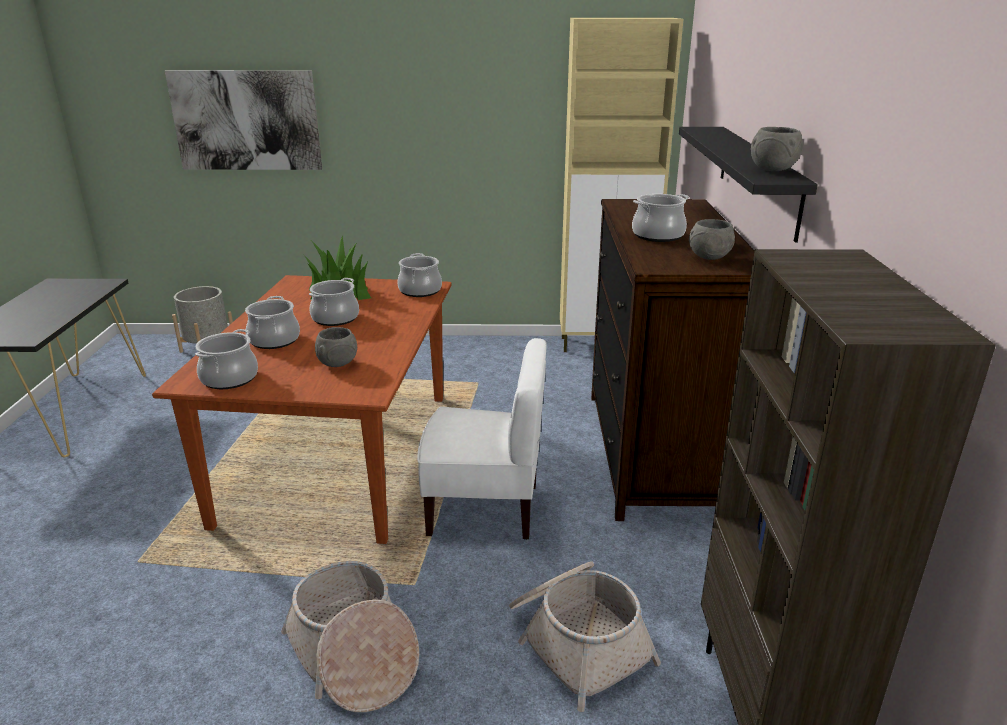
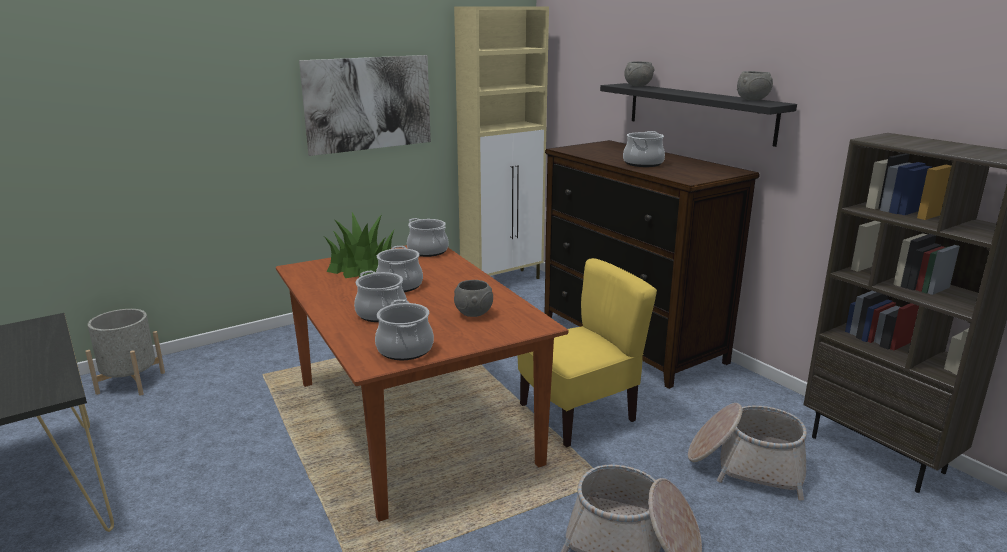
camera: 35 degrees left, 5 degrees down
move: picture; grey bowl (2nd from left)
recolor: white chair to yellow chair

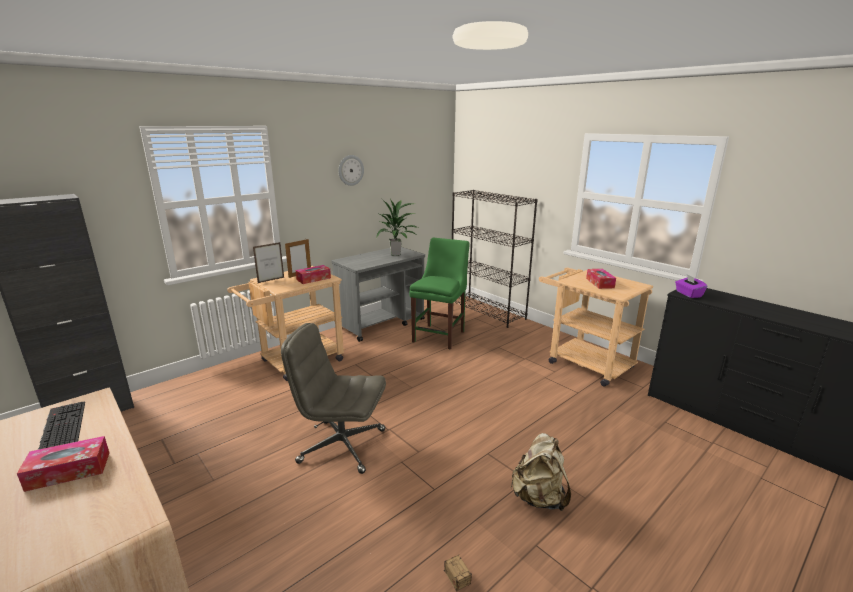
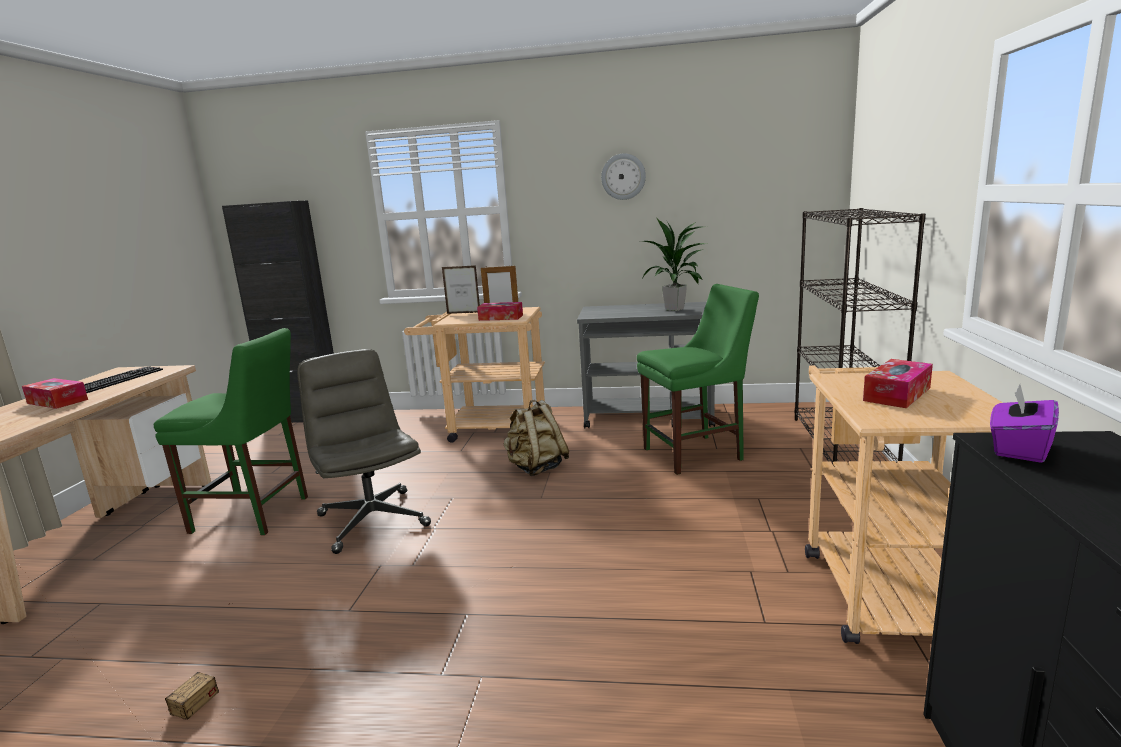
camera: 50 degrees right, 5 degrees down
insert: green chair (1st from left)
move: beige backpack

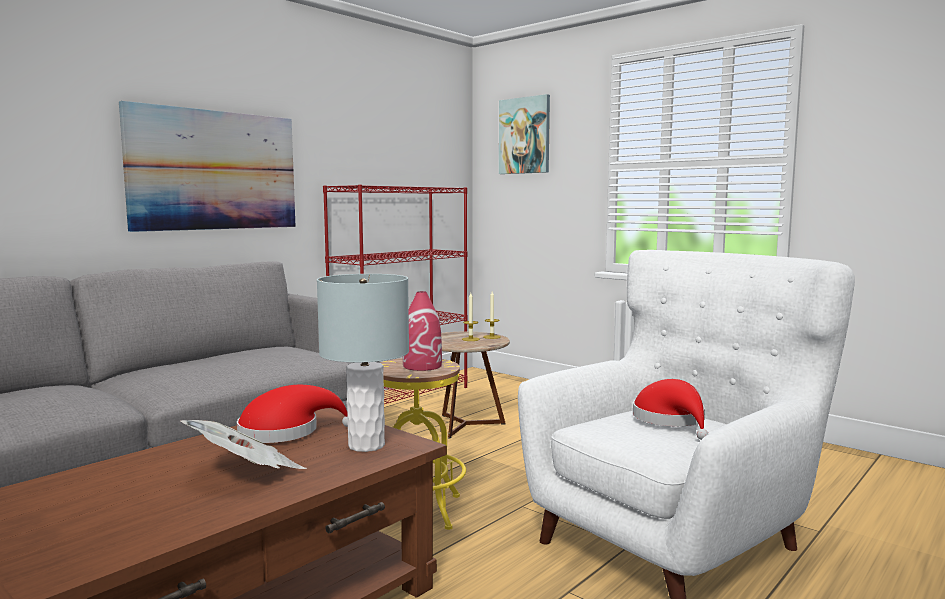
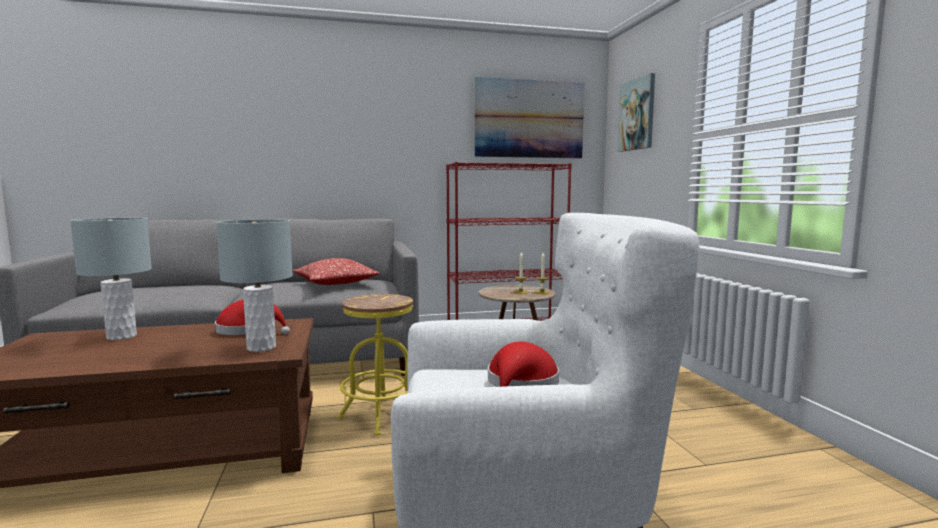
camera: 35 degrees right, 0 degrees up
delete: newspaper; red vase
insert: grey table lamp (1st from left); pillow
move: picture (1st from left)

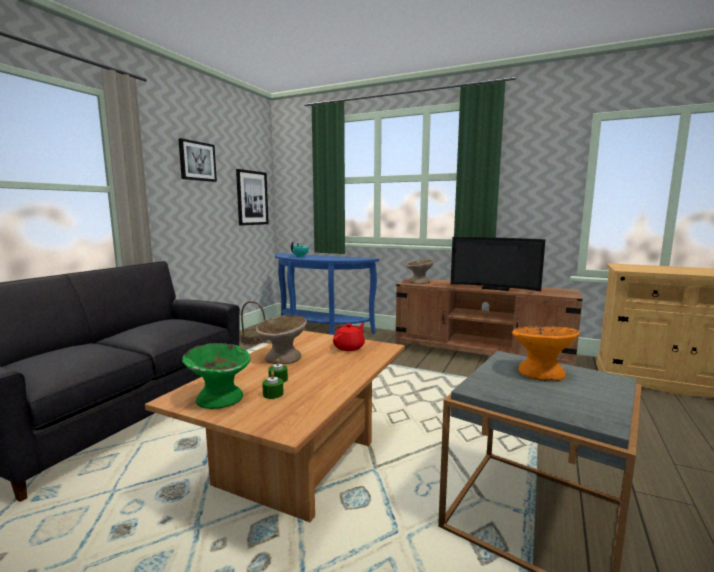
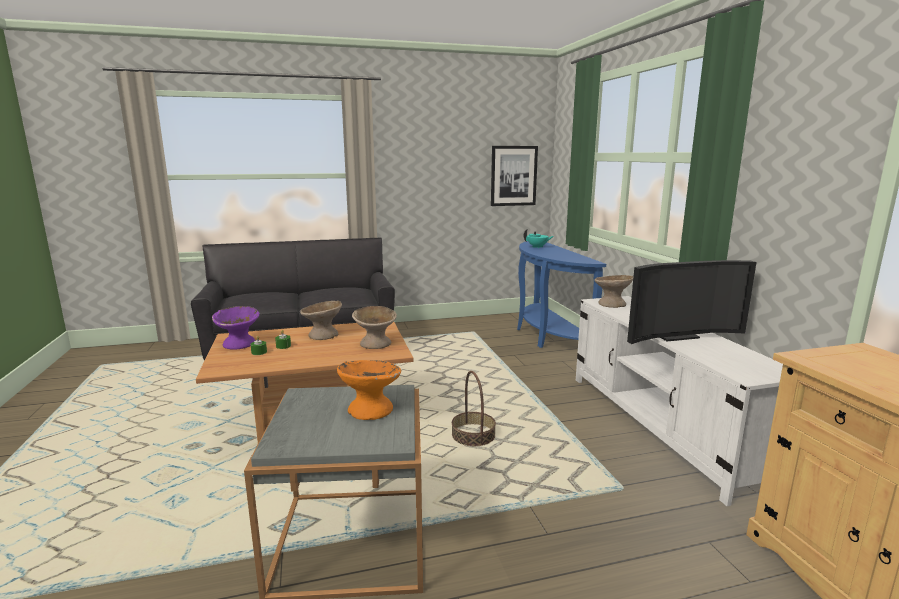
camera: 50 degrees right, 5 degrees up
delete: picture (1st from left)
move: basket
replace: red teapot to beige bowl (2nd from left)
recolor: green bowl to purple bowl; brown tv stand to white tv stand
rotate: television 90 degrees counterclockwise

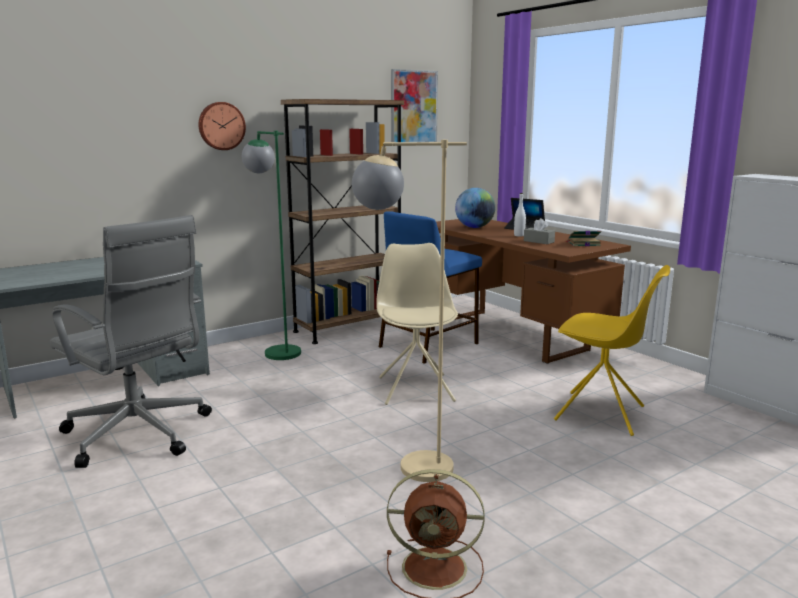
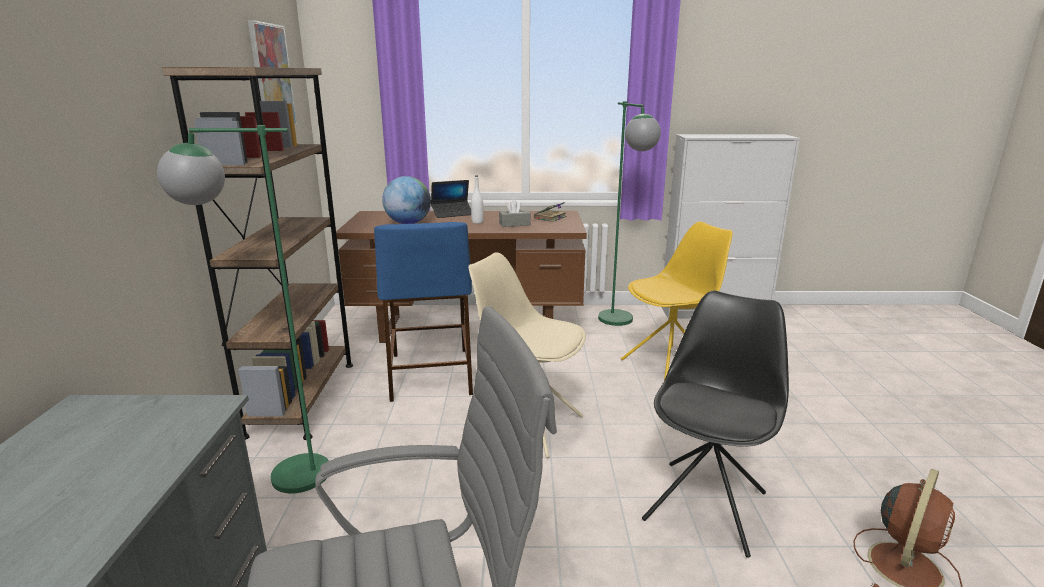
camera: 55 degrees left, 5 degrees up
delete: wall clock
insert: green floor lamp (2nd from left)
replace: beige floor lamp to black chair

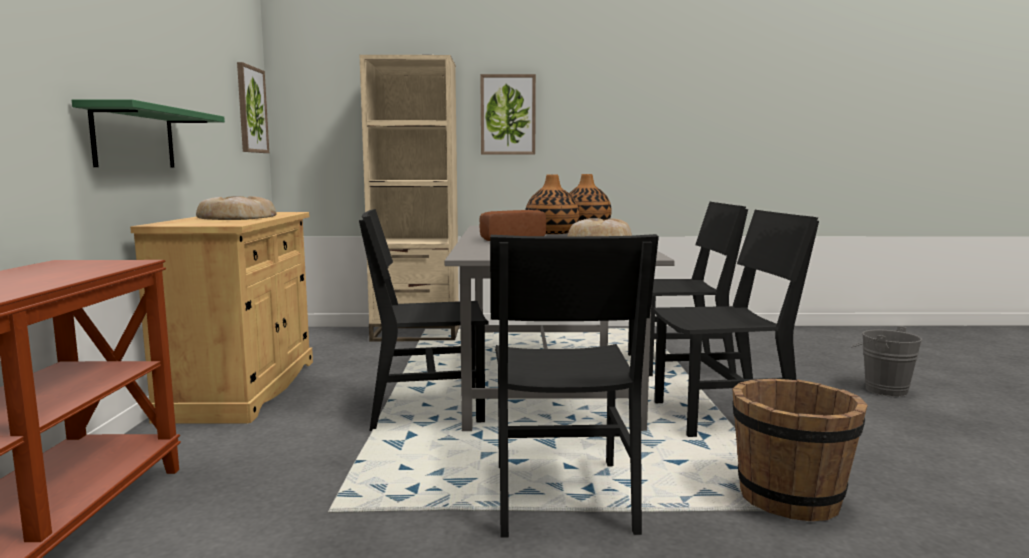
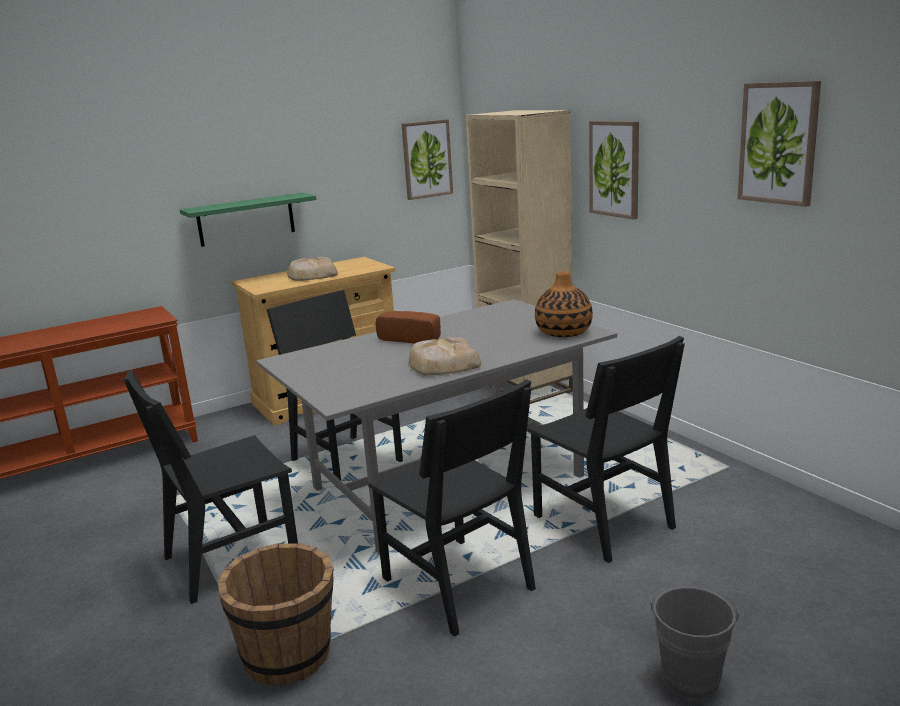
camera: 60 degrees right, 10 degrees up
delete: vase (1st from left)
insert: picture (3rd from left)

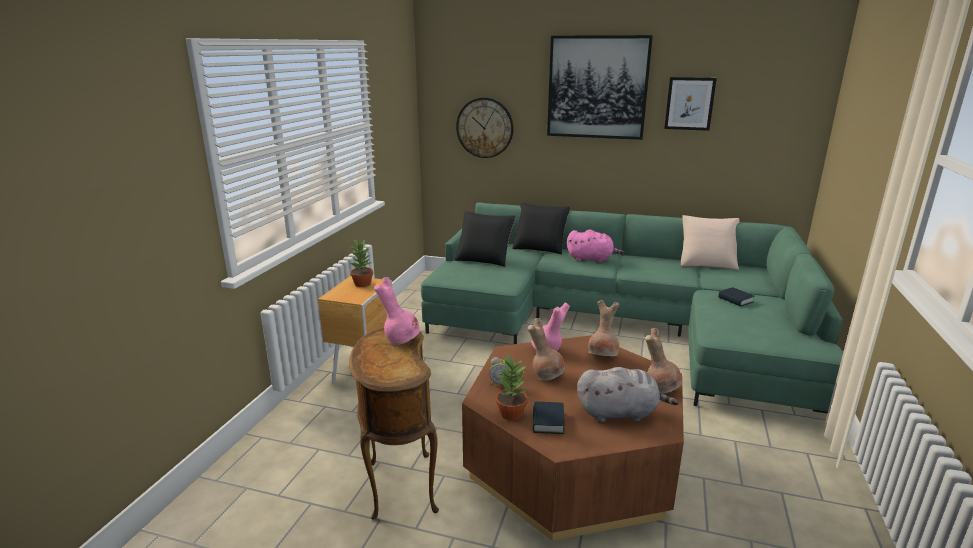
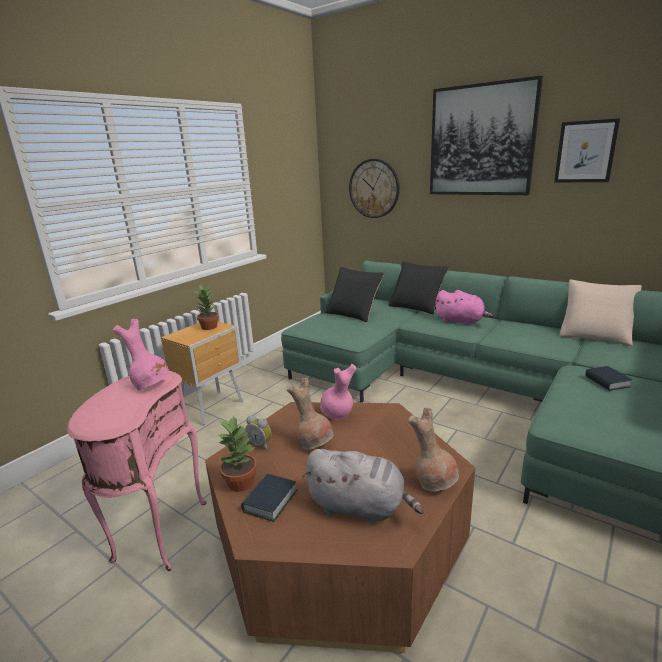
camera: 20 degrees right, 0 degrees up
delete: brown vase (2nd from left)
recolor: brown side table to pink side table

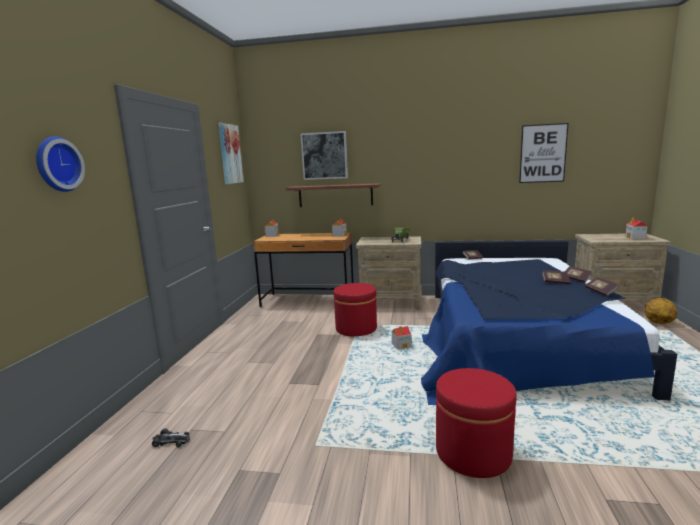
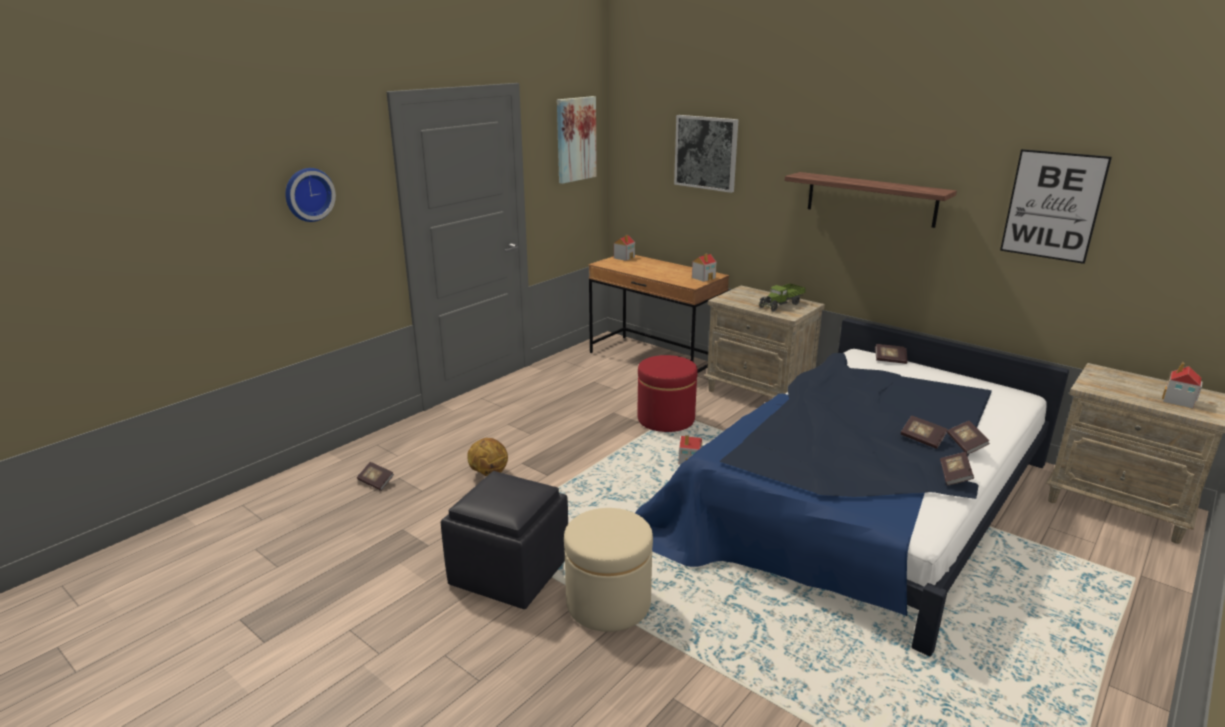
camera: 30 degrees right, 10 degrees up
insert: black ottoman
move: basketball; shelf
replace: toy car to book (1st from left)
recolor: red ottoman (2nd from left) to beige ottoman

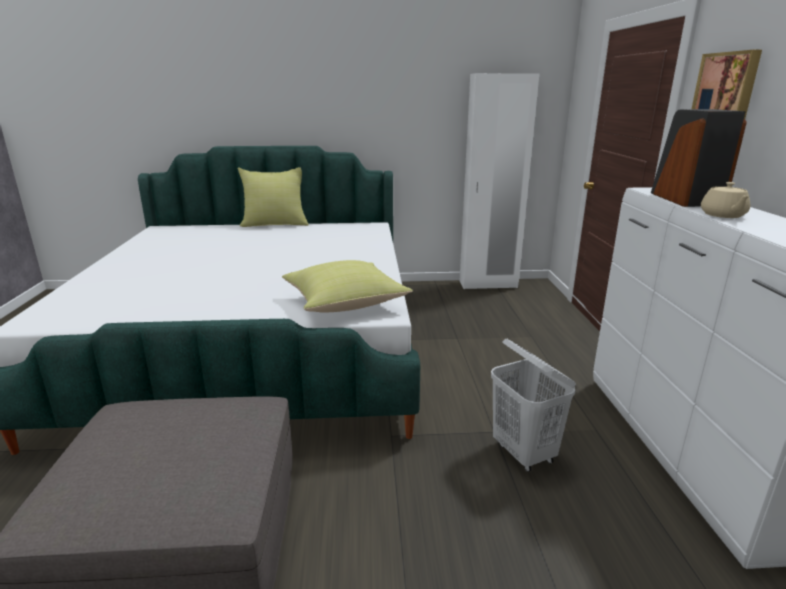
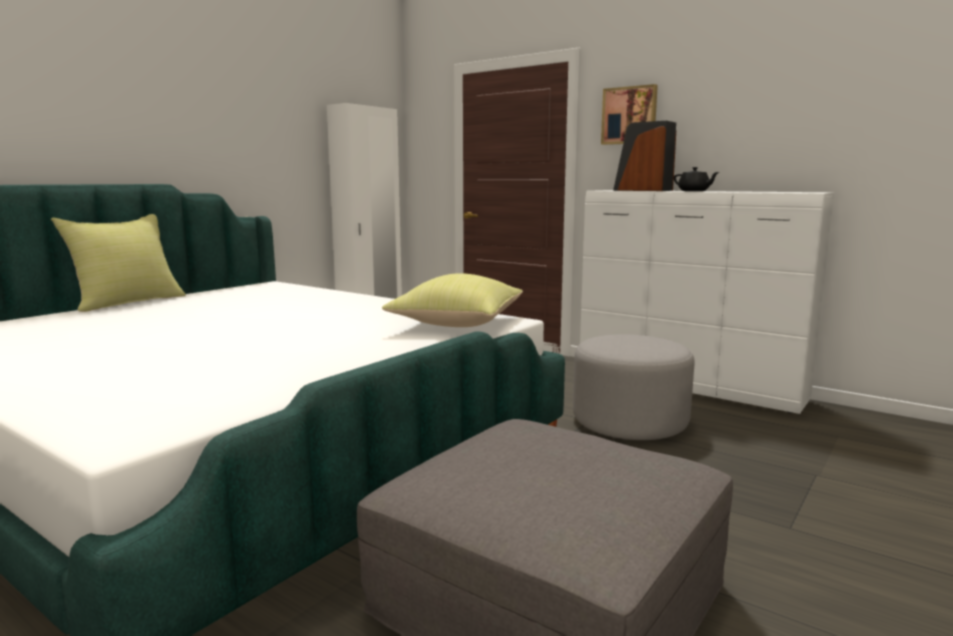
camera: 50 degrees left, 10 degrees down
replace: white laundry basket to grey ottoman (2nd from left)
recolor: beige teapot to black teapot

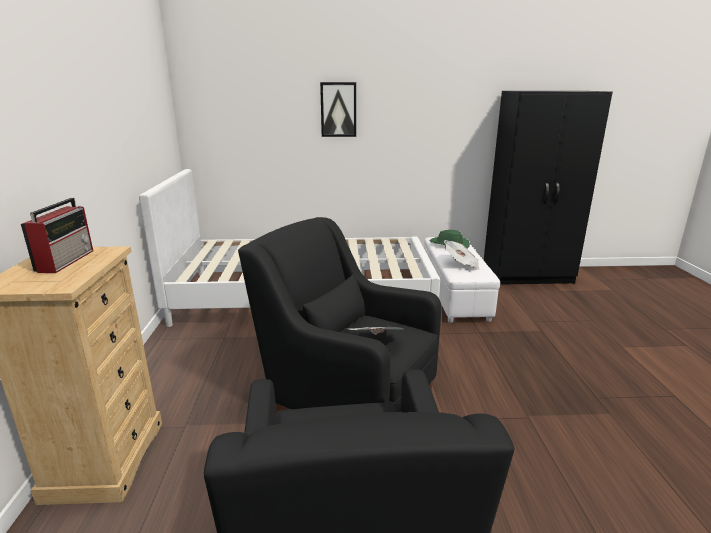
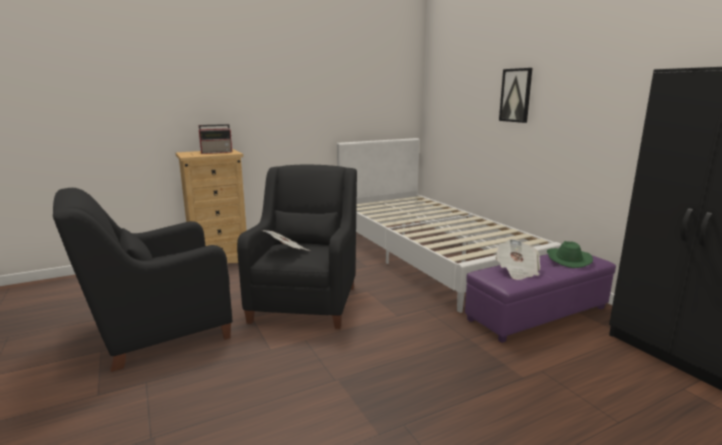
camera: 65 degrees right, 5 degrees down
recolor: white ottoman to purple ottoman

